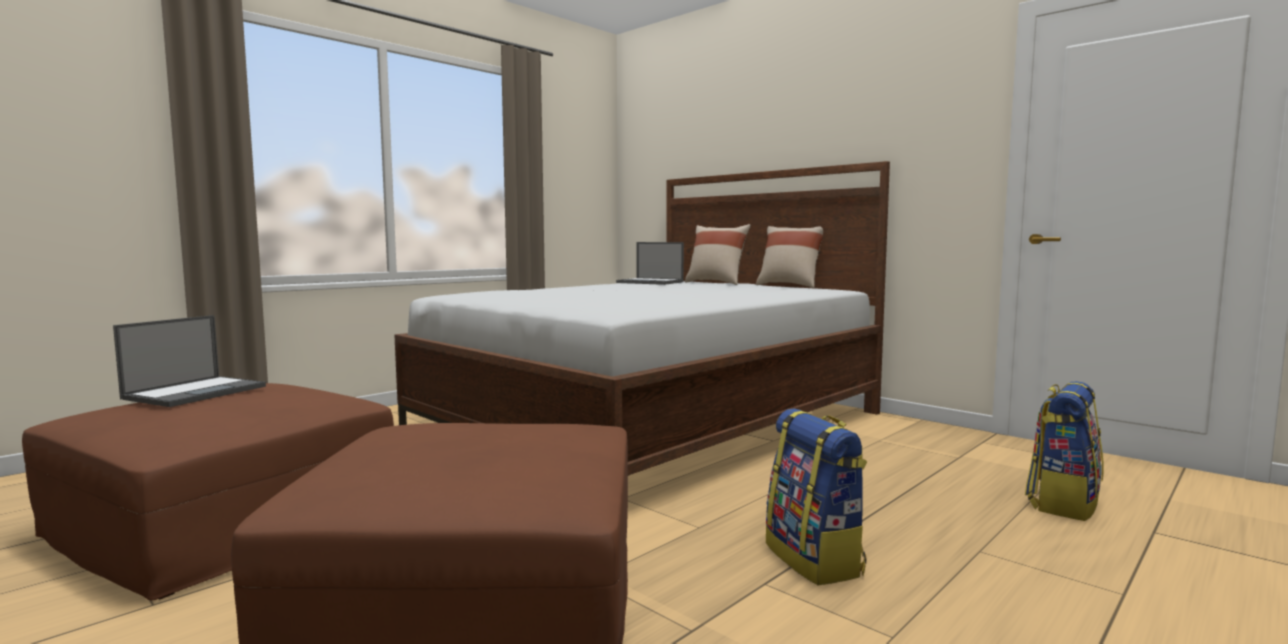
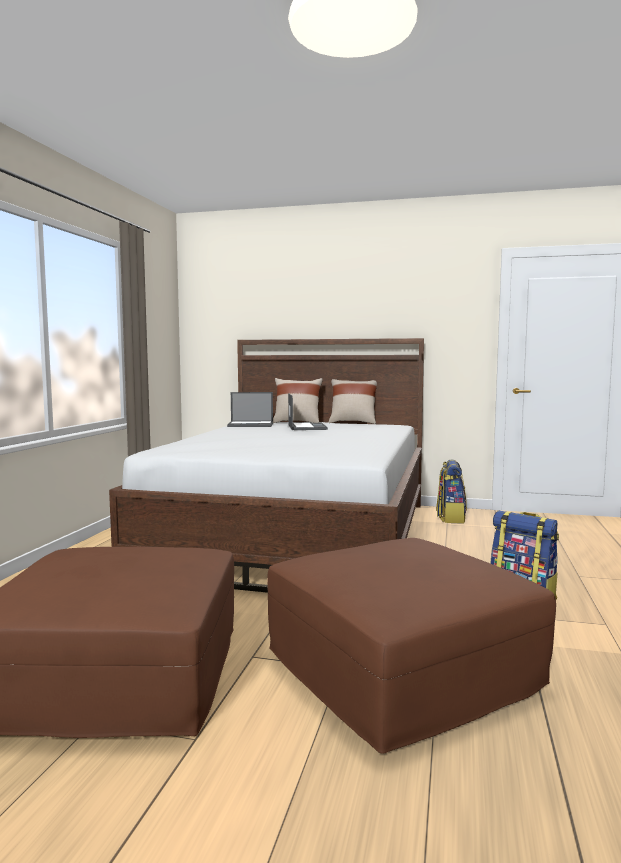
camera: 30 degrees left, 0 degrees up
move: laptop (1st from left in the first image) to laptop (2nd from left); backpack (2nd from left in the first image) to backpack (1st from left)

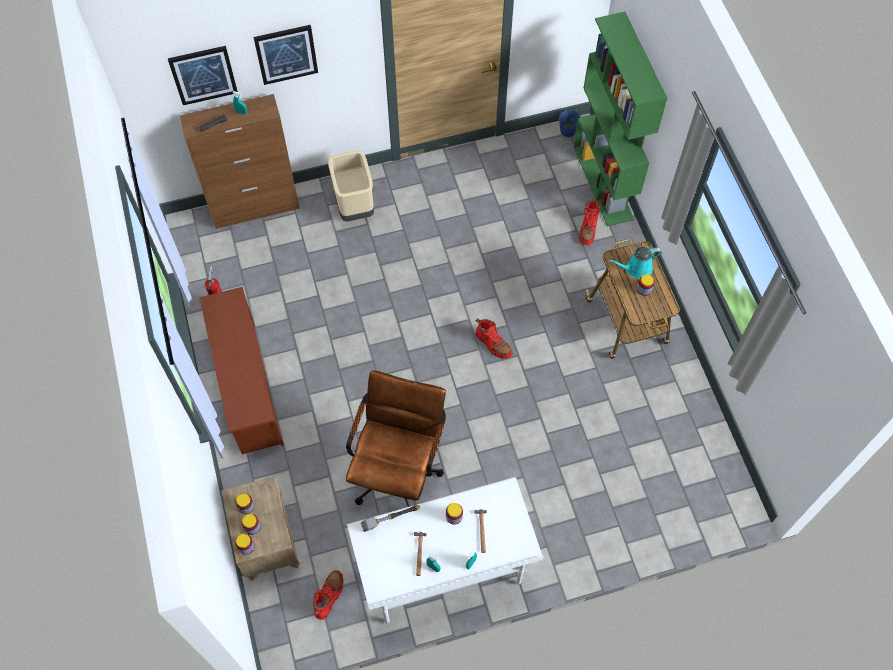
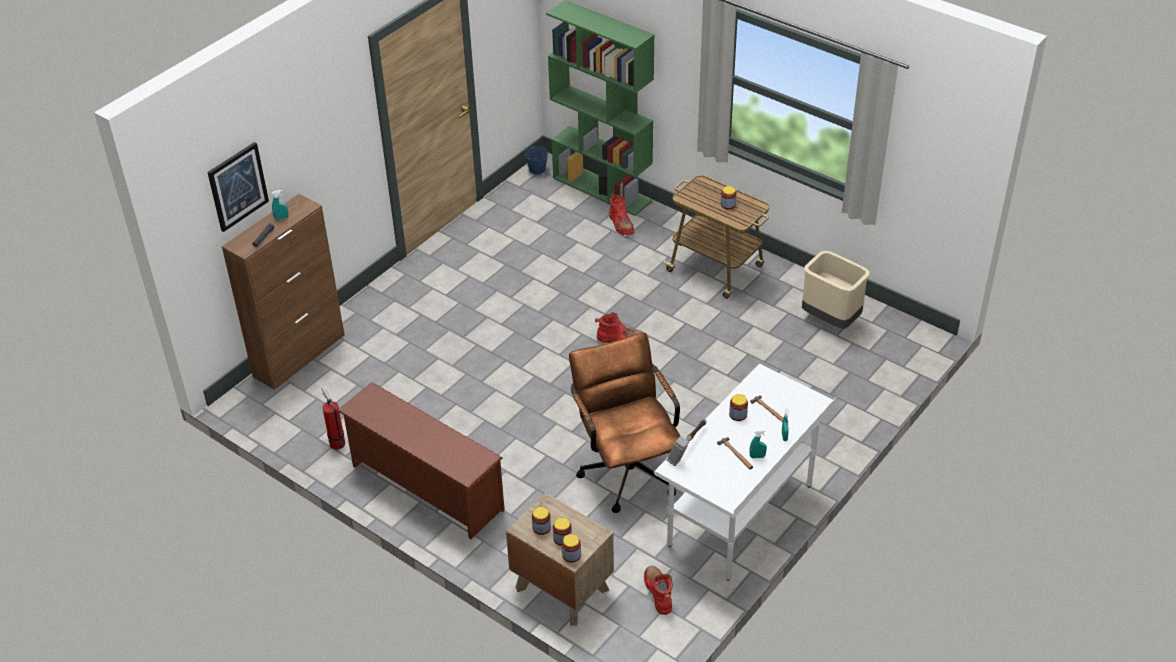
camera: 35 degrees left, 20 degrees down
delete: picture (2nd from left); turquoise watering can
move: beige trash can

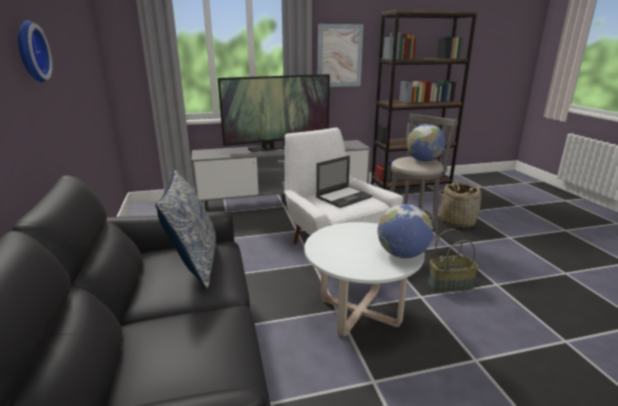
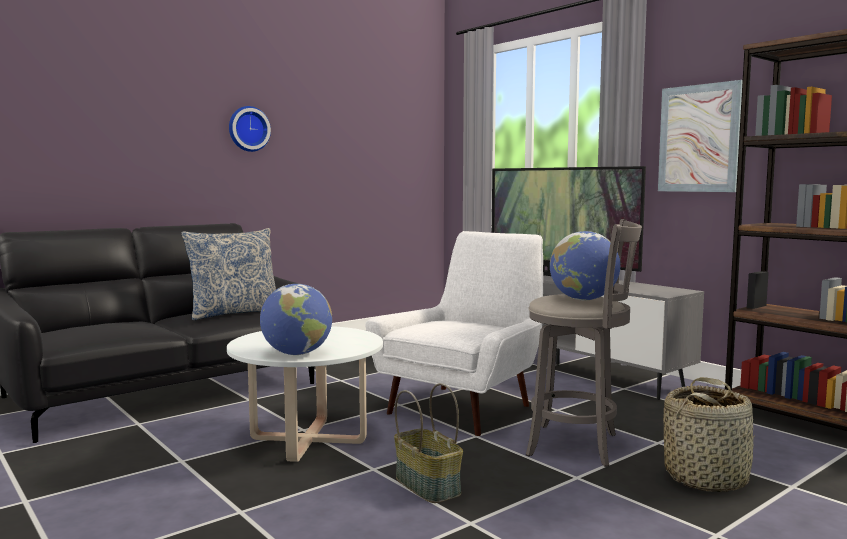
camera: 65 degrees right, 15 degrees down
delete: laptop

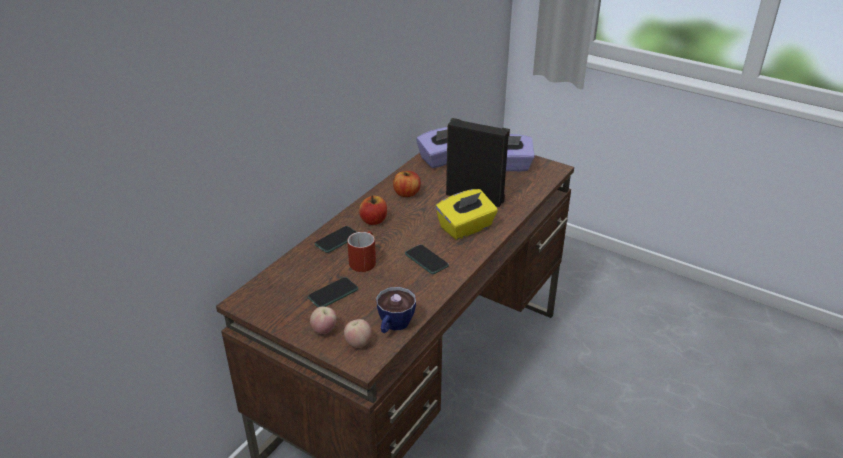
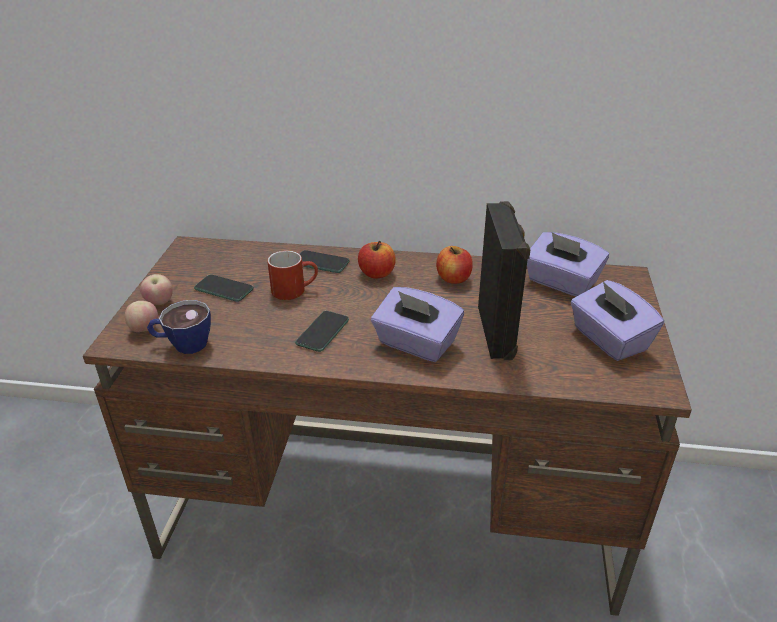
camera: 65 degrees right, 0 degrees up
recolor: yellow tissue box to purple tissue box (1st from left)

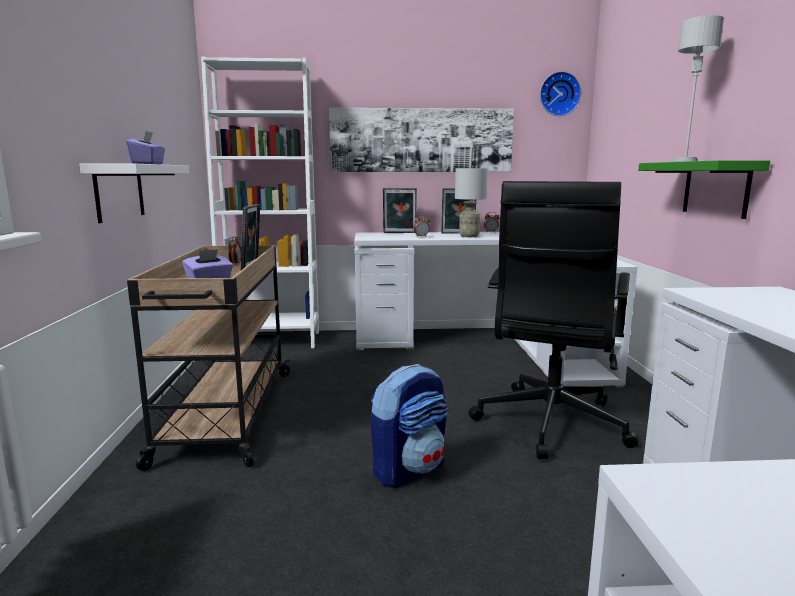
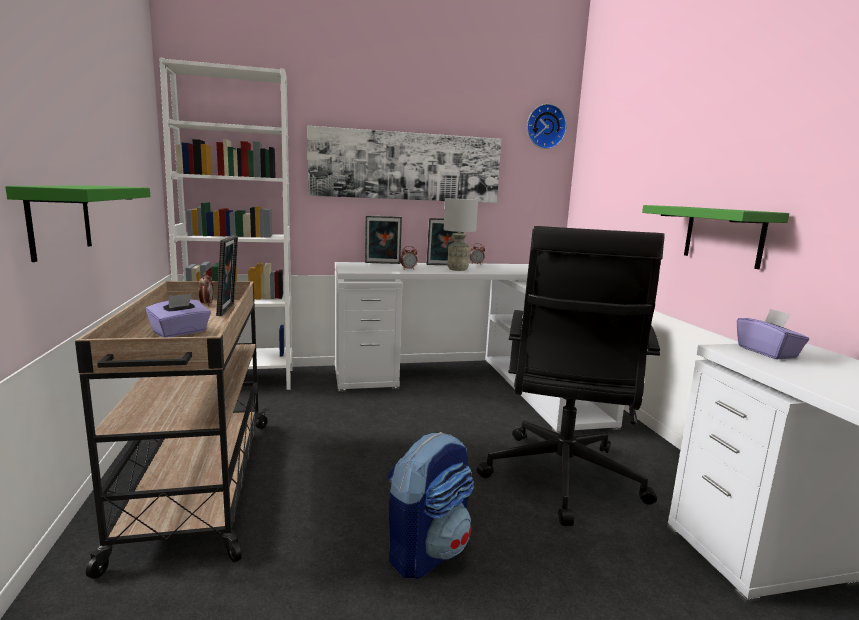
camera: 10 degrees left, 0 degrees up
delete: grey table lamp (2nd from left)
move: purple tissue box (1st from left in the first image) to purple tissue box (2nd from left)
recolor: white shelf to green shelf (1st from left)

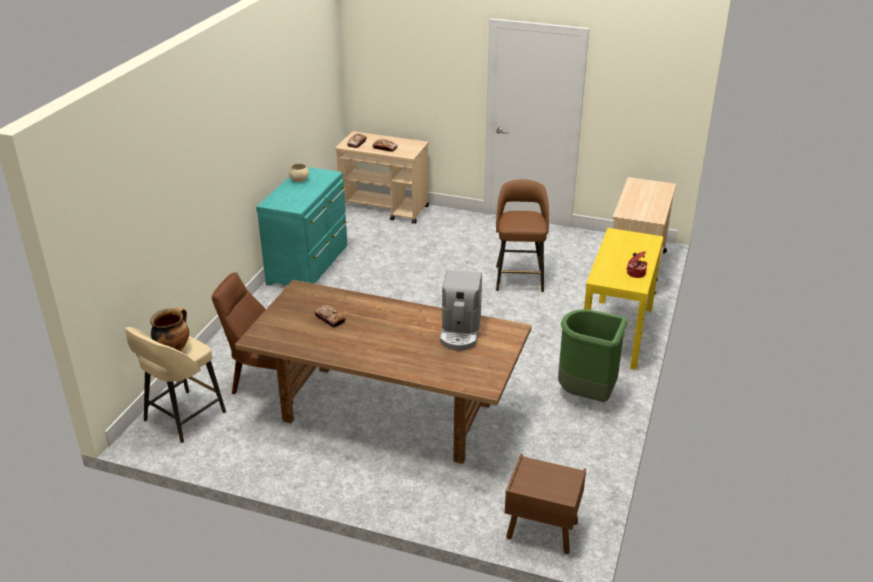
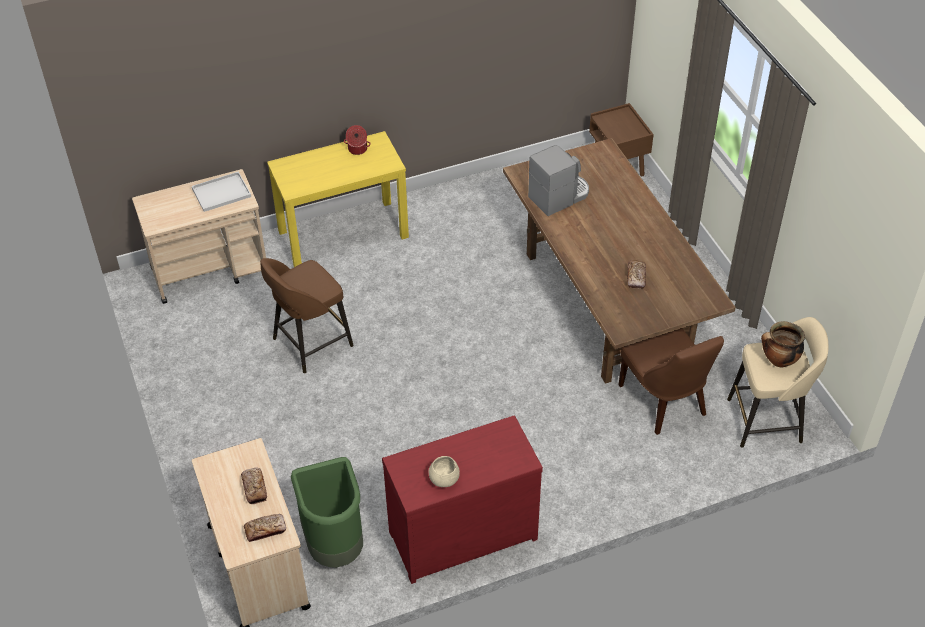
camera: 130 degrees left, 15 degrees up
insert: white tray
move: green trash can
recolor: turquoise dresser to red dresser

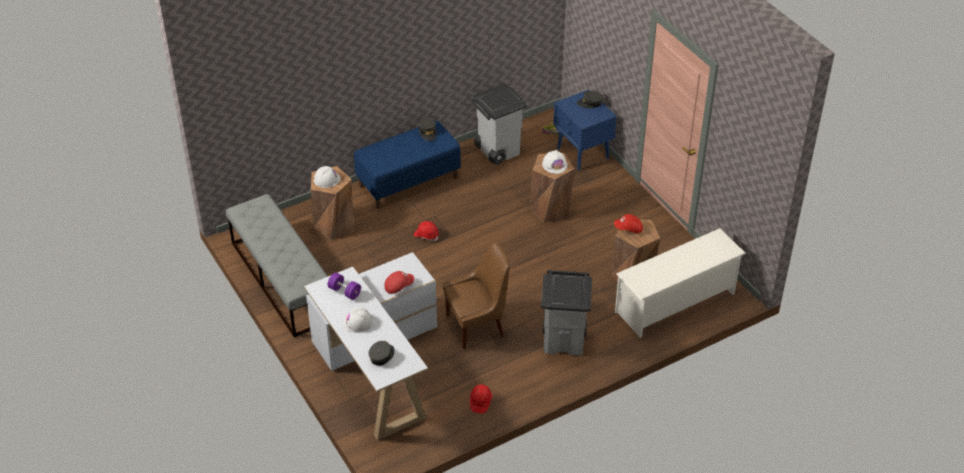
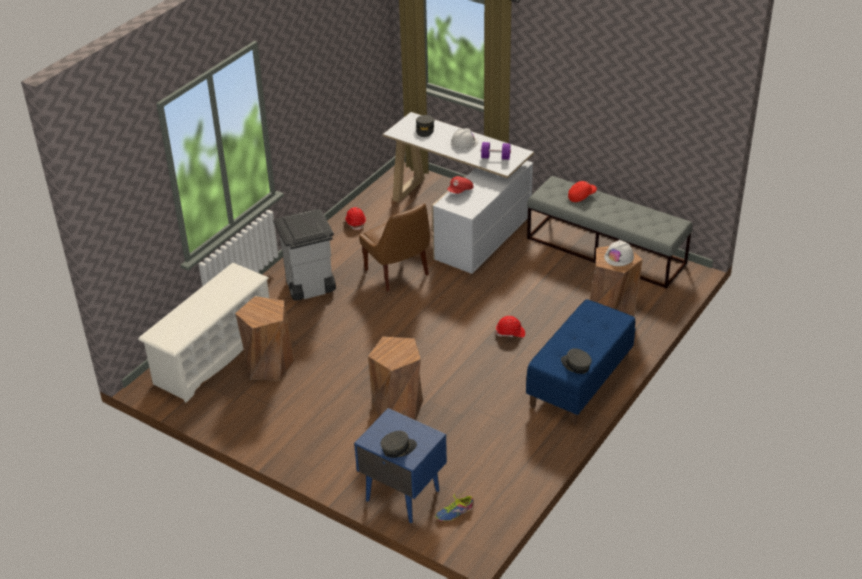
camera: 155 degrees right, 5 degrees down
delete: grey trash can (1st from left); white hard hat (3rd from left)
move: red cap (2nd from left)
rotate: brown chair 75 degrees counterclockwise

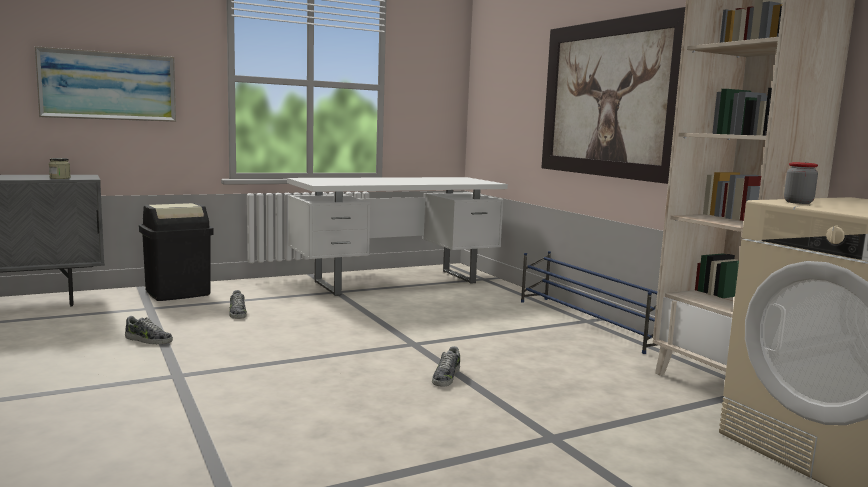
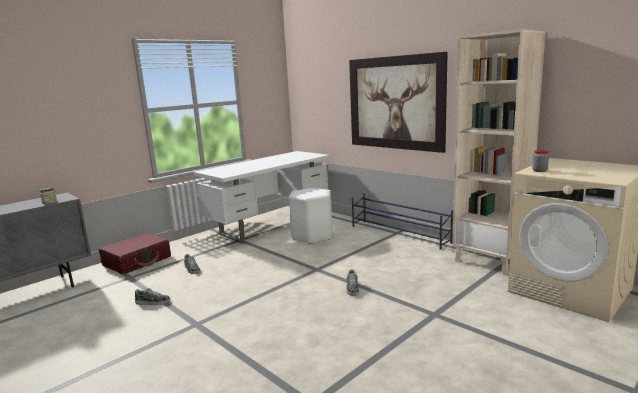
camera: 15 degrees left, 5 degrees up
delete: picture (1st from left)
insert: white stool
replace: black trash can to red suitcase

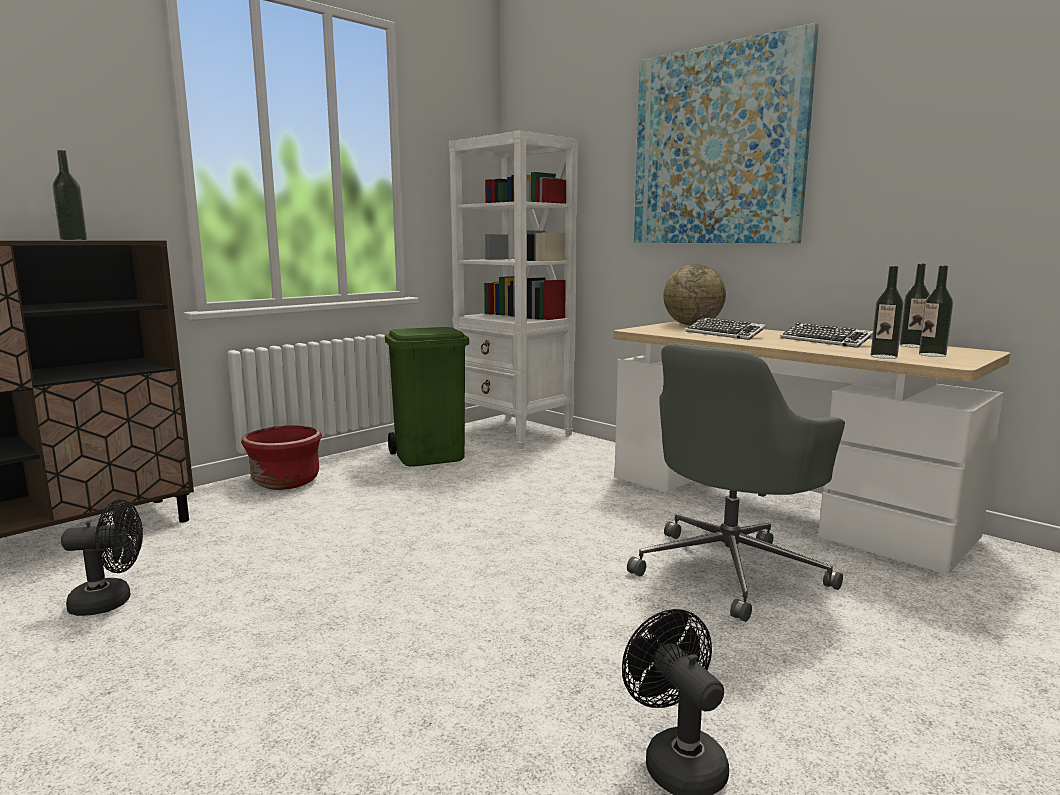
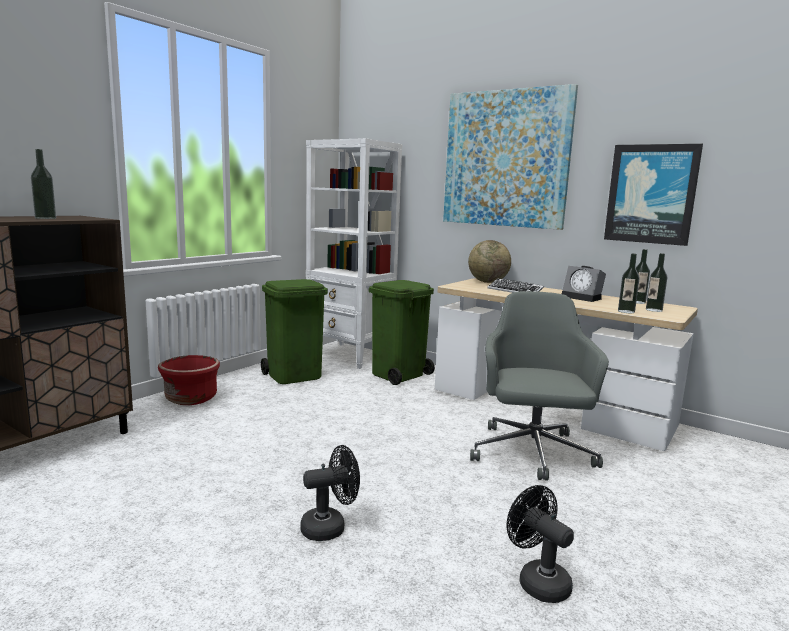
camera: 10 degrees left, 0 degrees up
insert: green trash can (2nd from left); picture (2nd from left)
move: black fan (1st from left)
replace: keyboard (2nd from left) to alarm clock
rotate: grey office chair 150 degrees clockwise

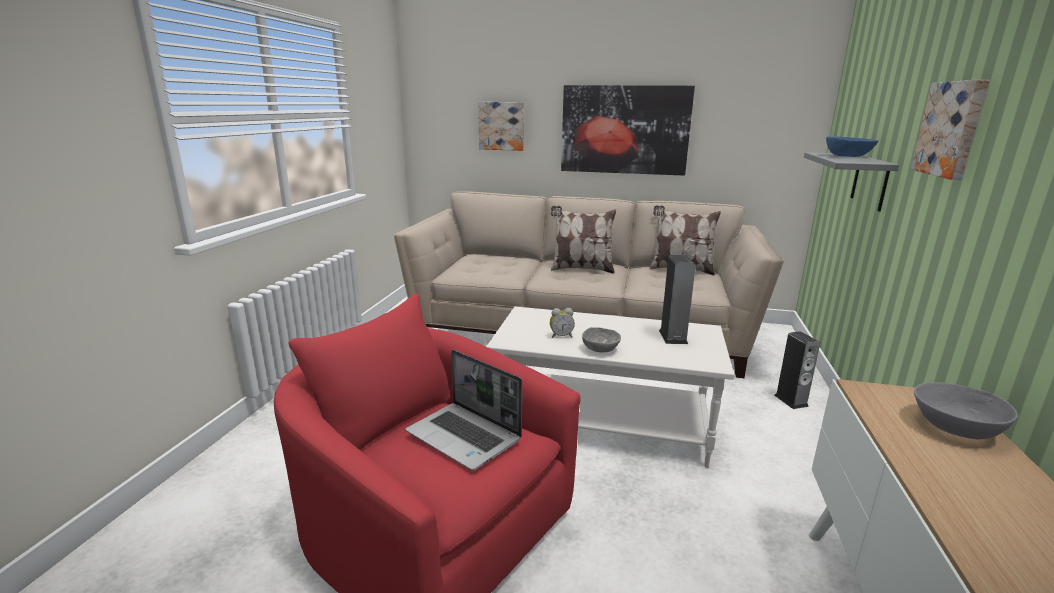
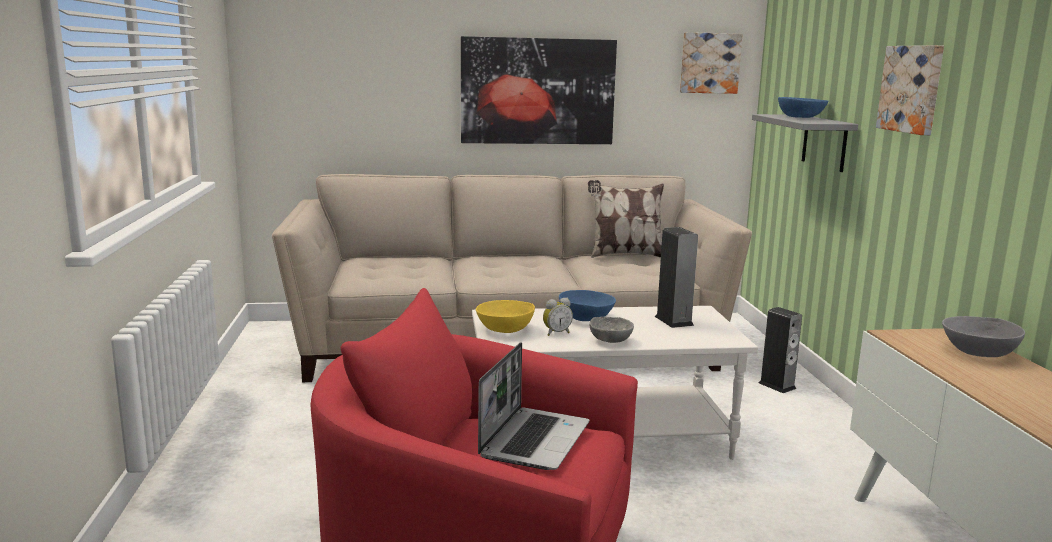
camera: 20 degrees left, 5 degrees down
delete: pillow (1st from left)
insert: yellow bowl; blue bowl (1st from left)
move: picture (1st from left in the first image) to picture (2nd from left)
rotate: laptop 90 degrees counterclockwise

